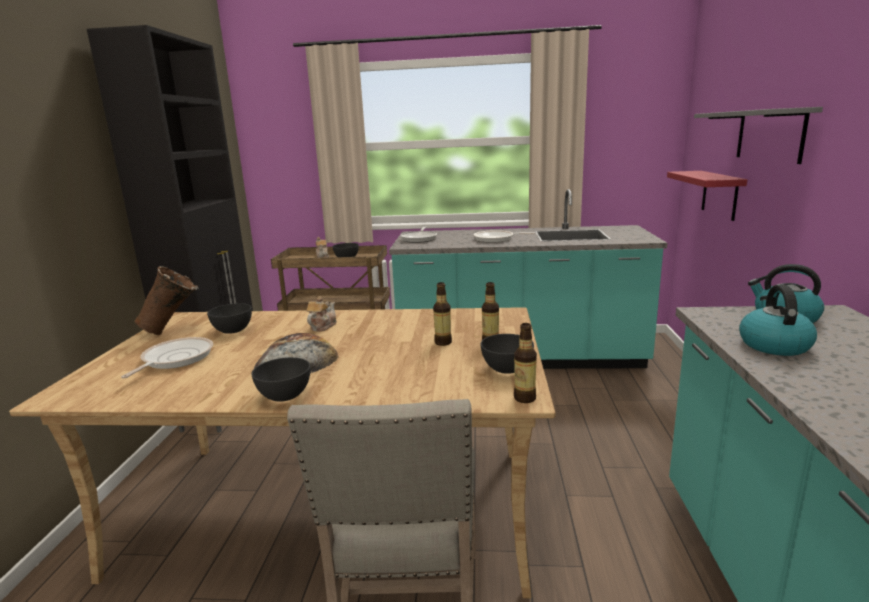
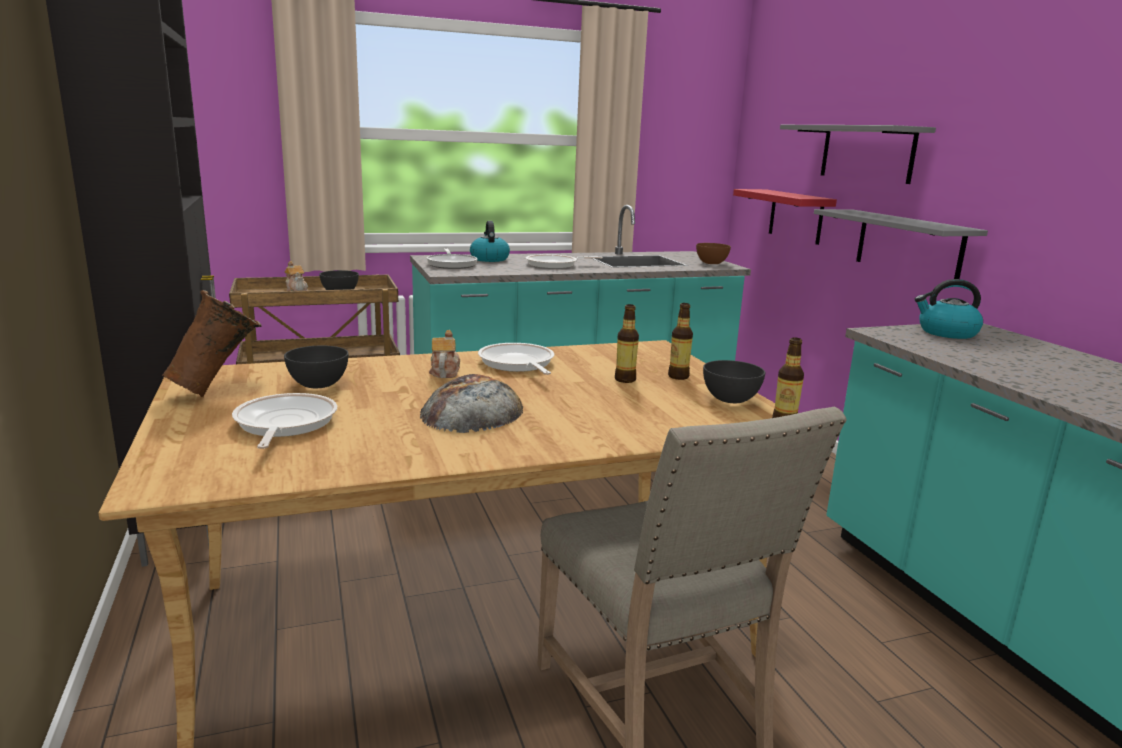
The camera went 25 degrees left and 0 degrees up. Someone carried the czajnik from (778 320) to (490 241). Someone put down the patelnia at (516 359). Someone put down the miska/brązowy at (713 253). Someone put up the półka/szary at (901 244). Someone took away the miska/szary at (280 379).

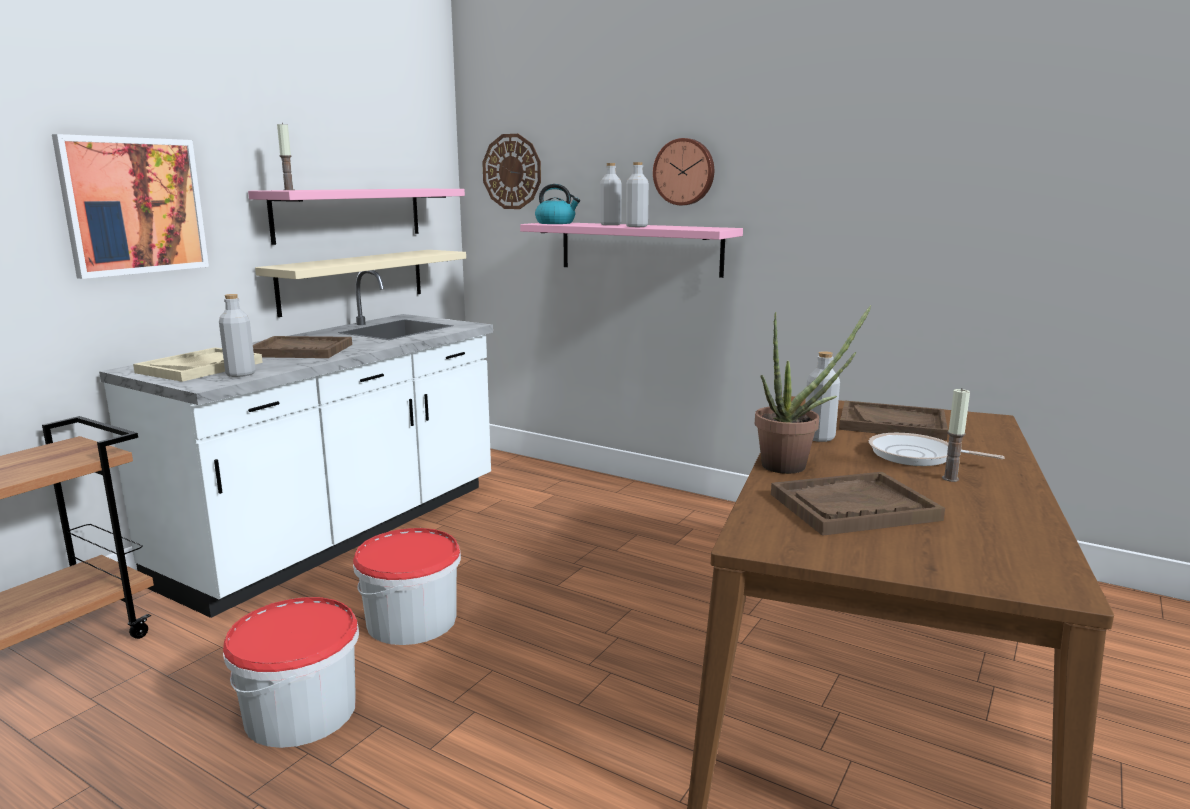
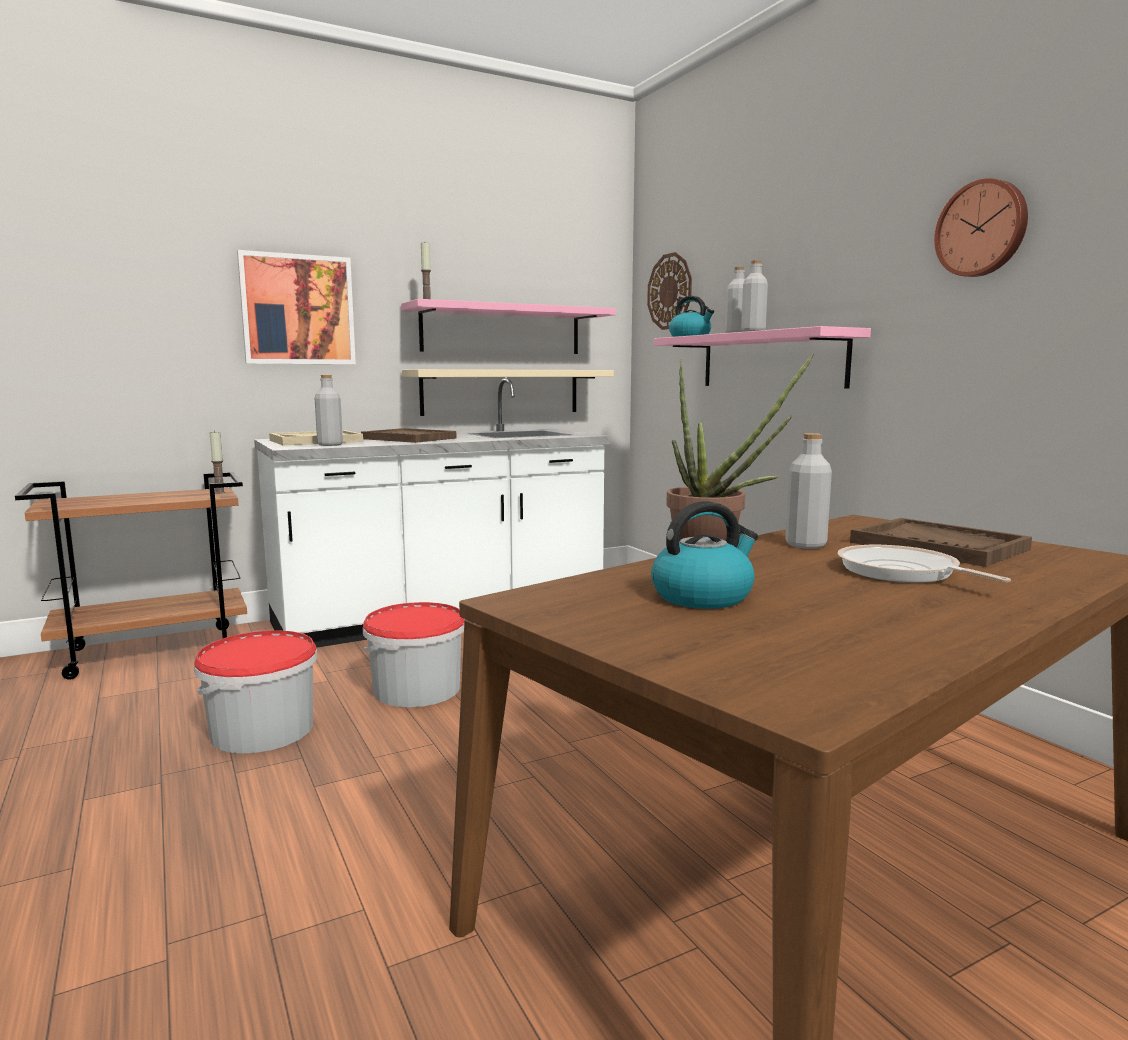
The camera went 30 degrees right and 5 degrees down. Someone carried the świeca from (956 435) to (217 462). Someone swapped the taca/brązowy at (858 504) for the czajnik at (704 555). Someone carried the zegar ścienny from (683 171) to (981 227).

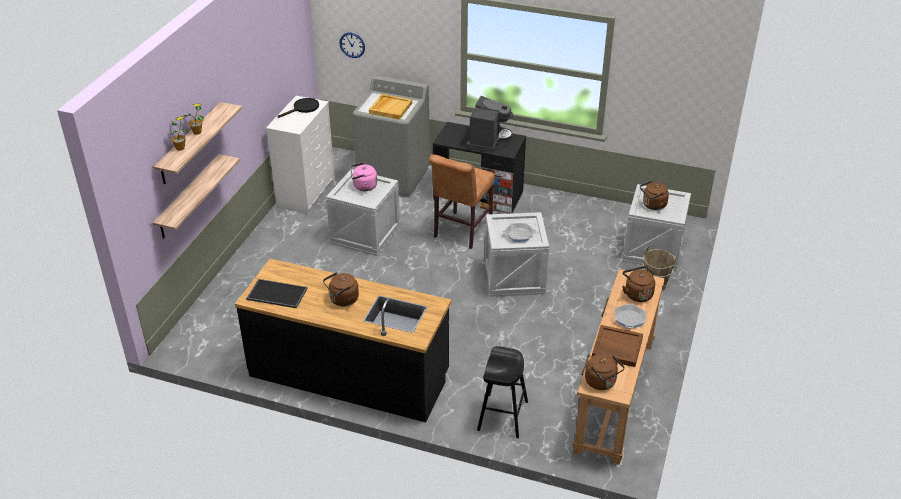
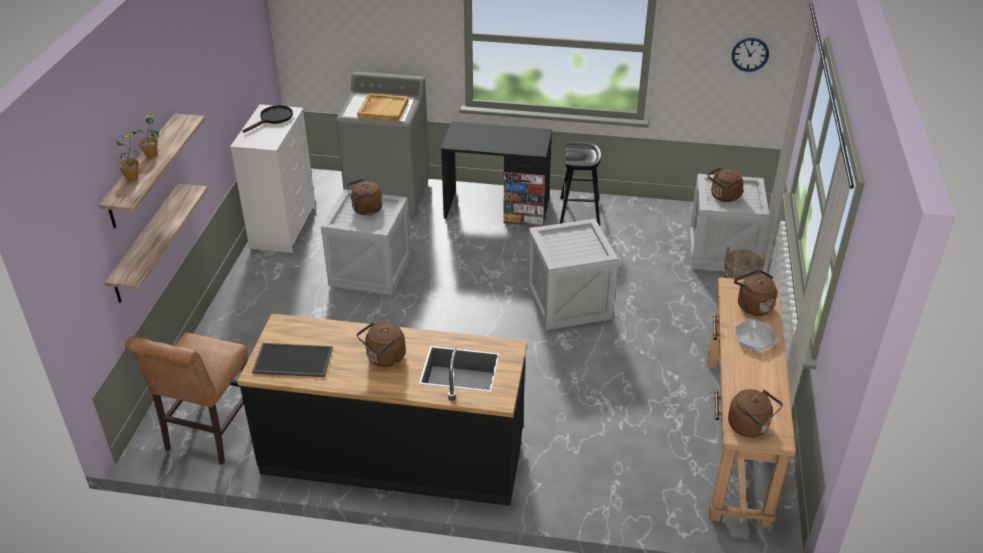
The camera went 10 degrees left and 0 degrees up. Someone carried the krzesło/brązowy from (462 201) to (186 399). Someone repainted the czajnik/różowy at (364 176), which became the czajnik/brązowy at (365 197). Someone carried the stołek/czarny from (502 392) to (580 184). Someone carried the zegar ścienny from (352 45) to (750 54). Someone took away the ekspres do kawy at (490 124). Someone took away the patelnia at (519 232). Someone took away the taca/brązowy at (617 346).

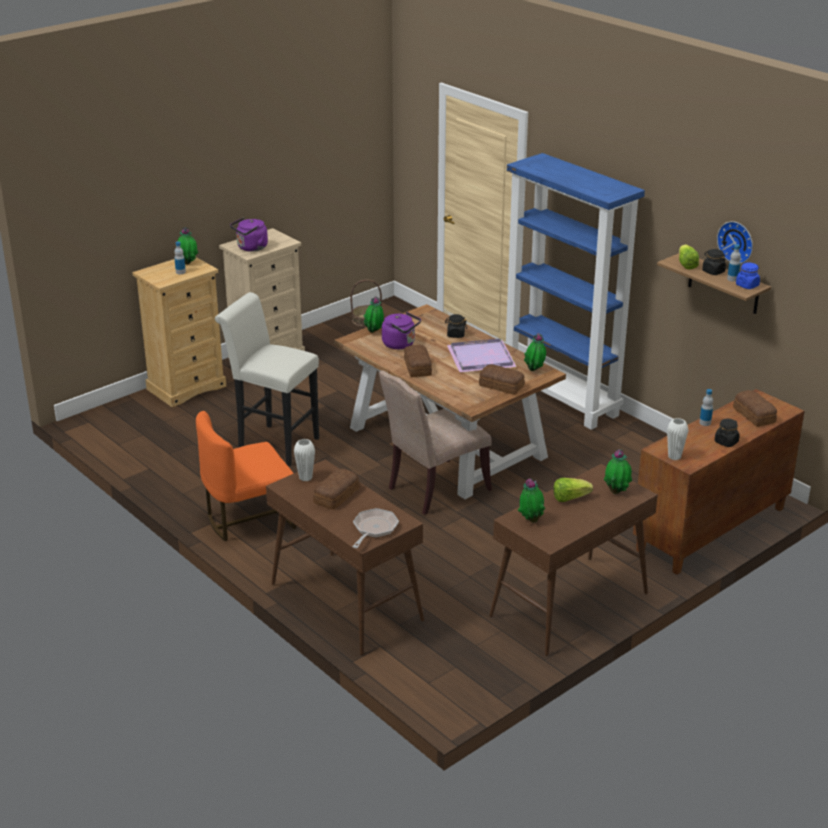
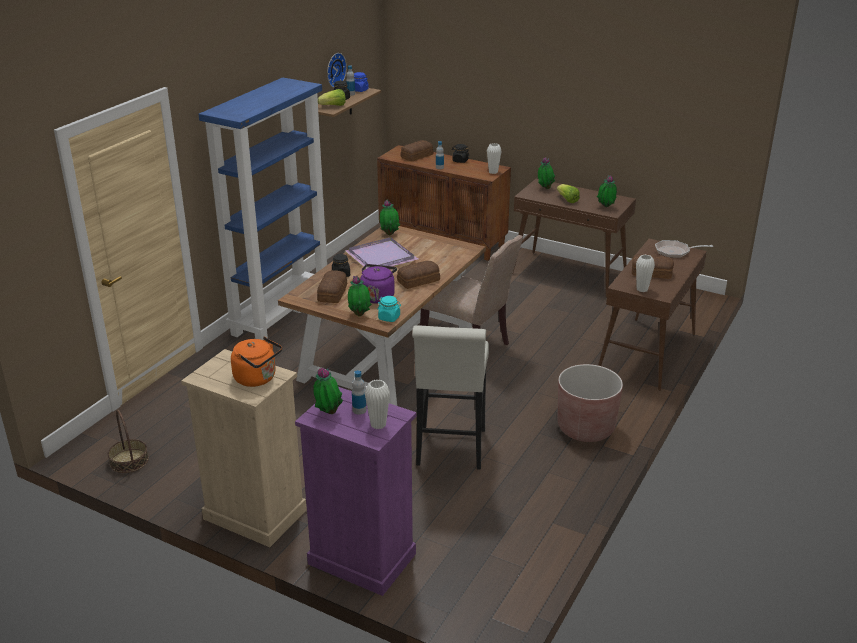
The camera went 110 degrees left and 0 degrees up. Someone repainted the czajnik/fioletowy at (249 234), which became the czajnik/pomarańczowy at (256 362). Someone repainted the komoda/beżowy at (179 332), which became the komoda/fioletowy at (355 491). Someone carried the chleb from (502 379) to (332 286). Someone put down the wazon/biały at (377 404). Someone put down the słoik/turkusowy at (389 309). Someone swapped the krzesło/pomarańczowy at (246 476) for the donica/brązowy at (590 403).

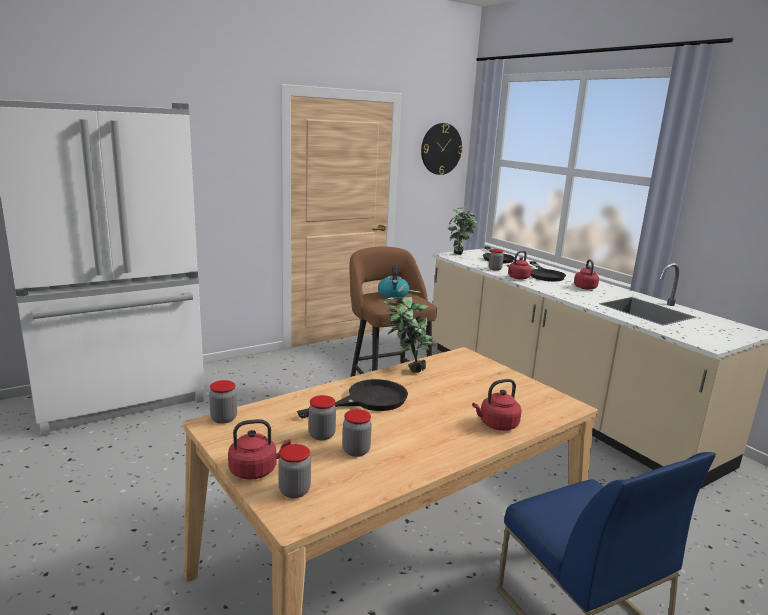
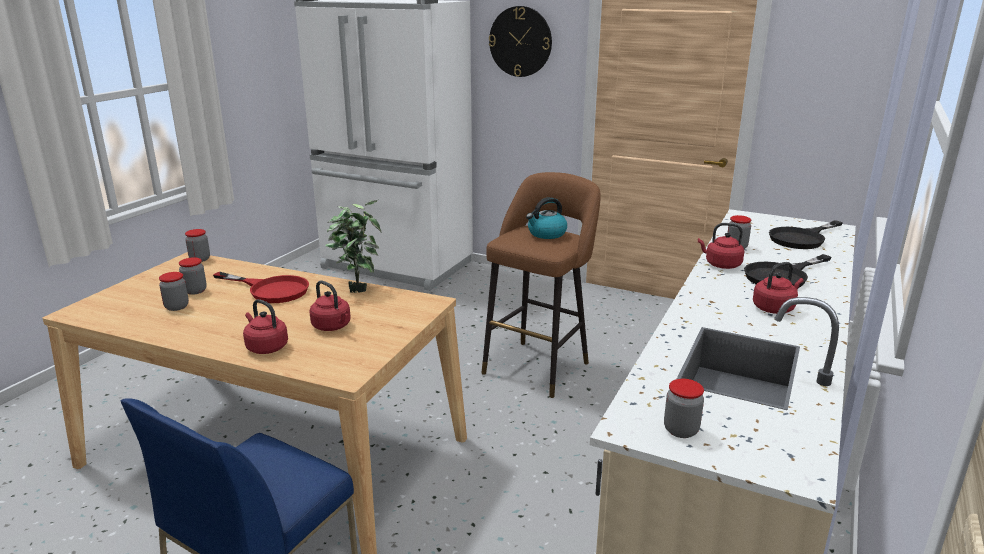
The camera went 60 degrees right and 5 degrees up. Someone repainted the patelnia/czarny at (352 399), which became the patelnia/czerwony at (261 287). Someone carried the czajnik/czerwony from (259 449) to (330 306). Someone carried the zegar ścienny from (442 149) to (520 41). Someone carried the słoik from (294 471) to (684 408). Someone took away the roślina doniczkowa at (462 231).

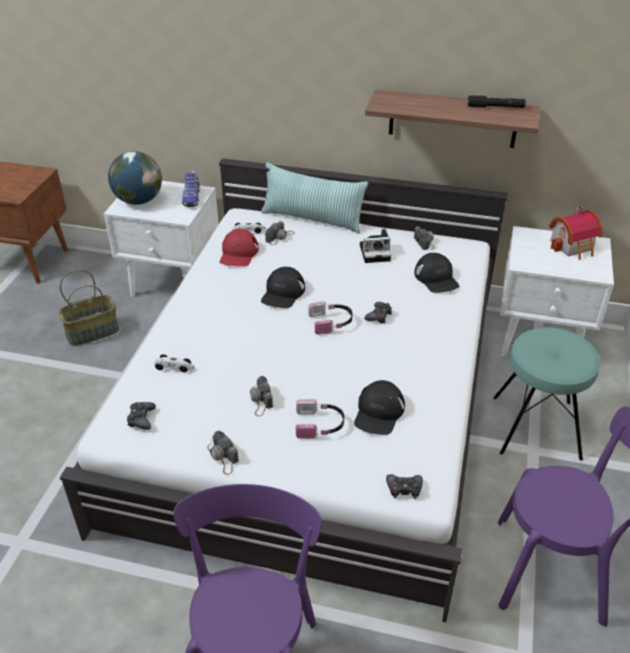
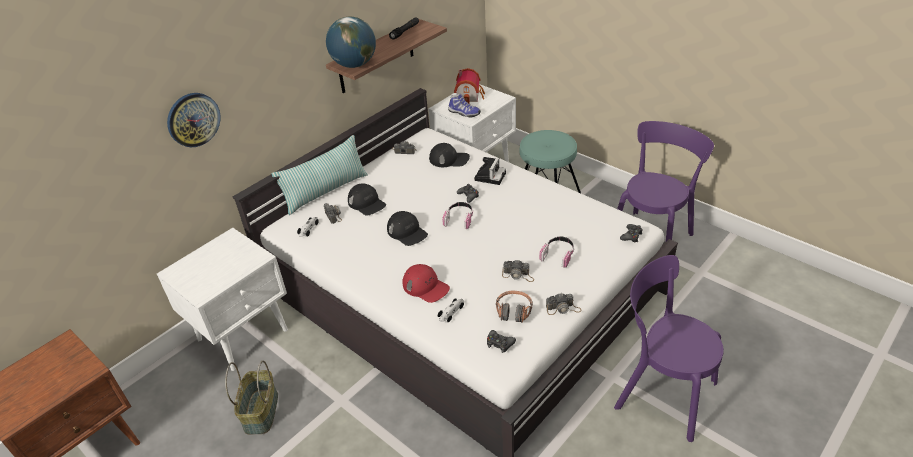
The camera went 60 degrees left and 0 degrees up. Someone put up the zegar ścienny at (193 120). Someone carried the globus from (135 178) to (351 42). Someone carried the czapka z daszkiem/czarny from (379 407) to (367 199). Someone carried the czapka z daszkiem/czerwony from (239 247) to (426 283). Someone carried the but from (191 188) to (464 106). Someone carried the aparat fotograficzny from (375 246) to (490 171). Someone put down the słuchawki at (514 307).

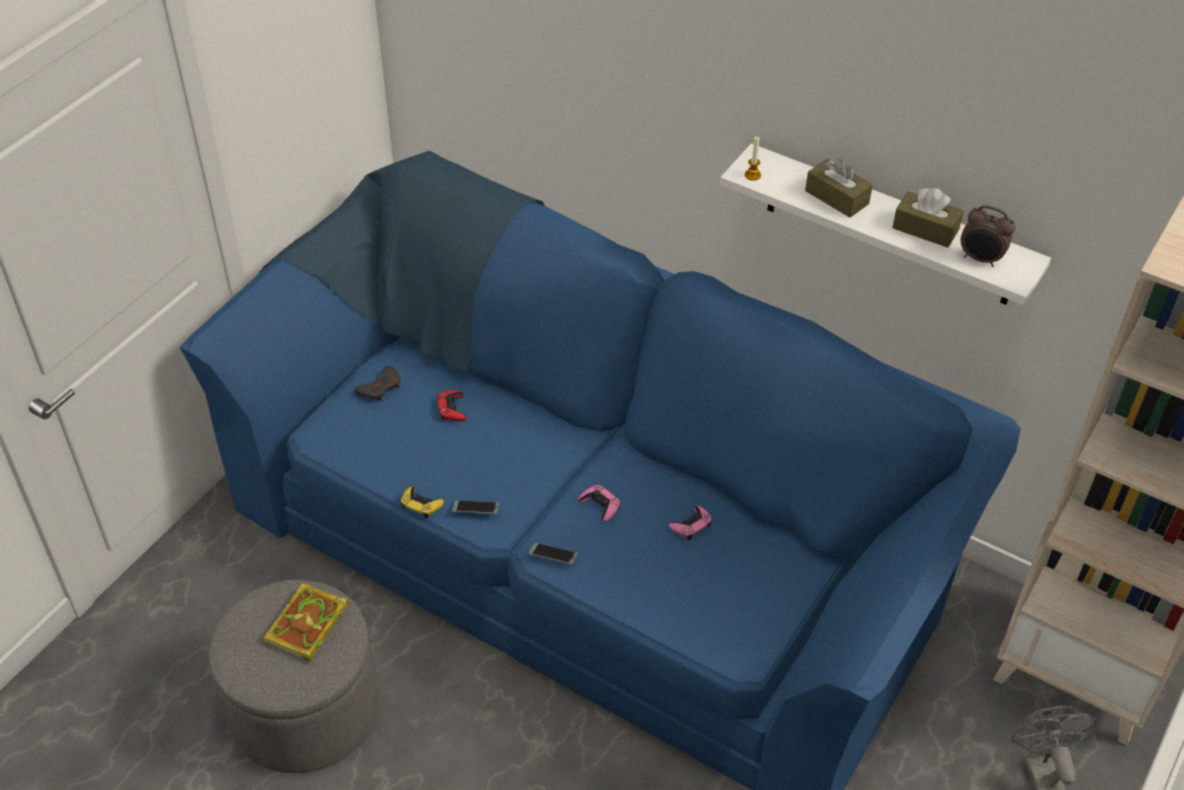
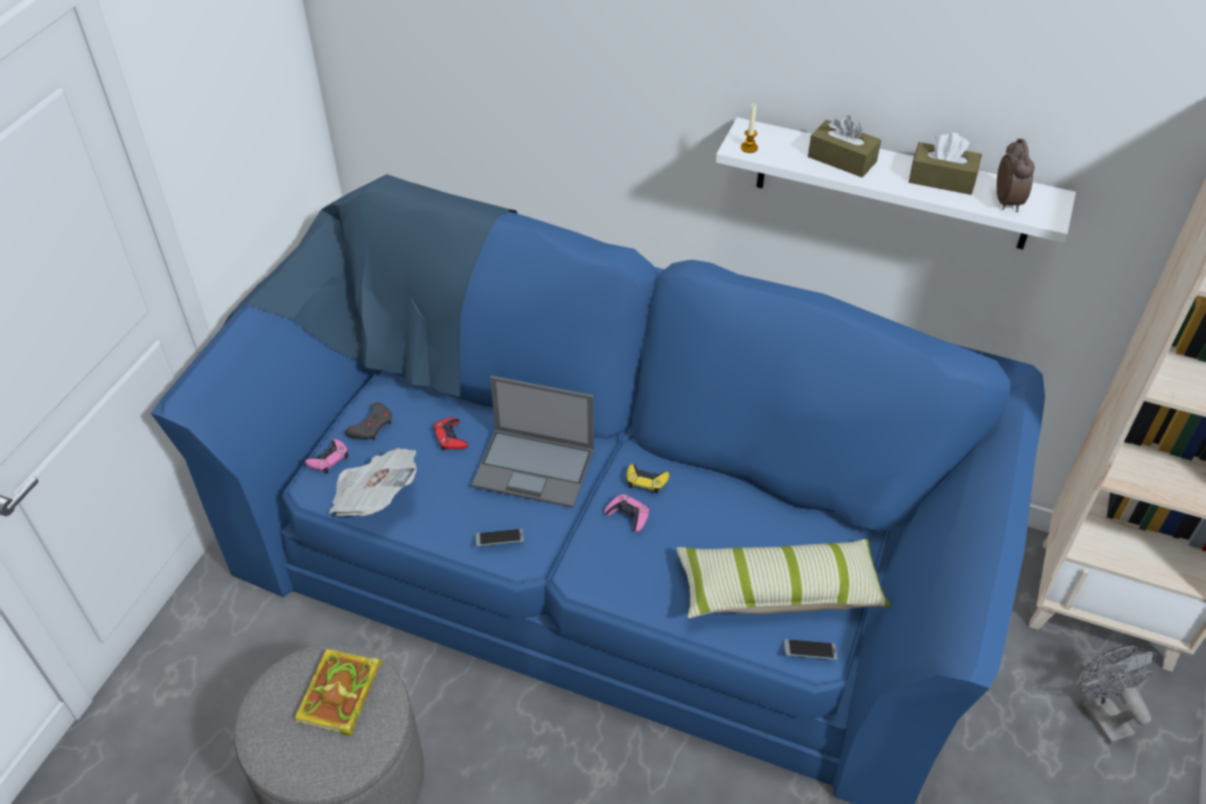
The camera went 10 degrees left and 0 degrees up. Someone carried the pad do gier/różowy from (690 523) to (326 456). Someone put down the gazeta at (373 482). Someone put down the laptop at (533 442). Someone carried the pad do gier/żółty from (422 503) to (648 479). Someone put down the poduszka at (783 578). Someone carried the telefon from (553 553) to (810 649). Someone rotated the budzik at (988 236) by 105 degrees counterclockwise.

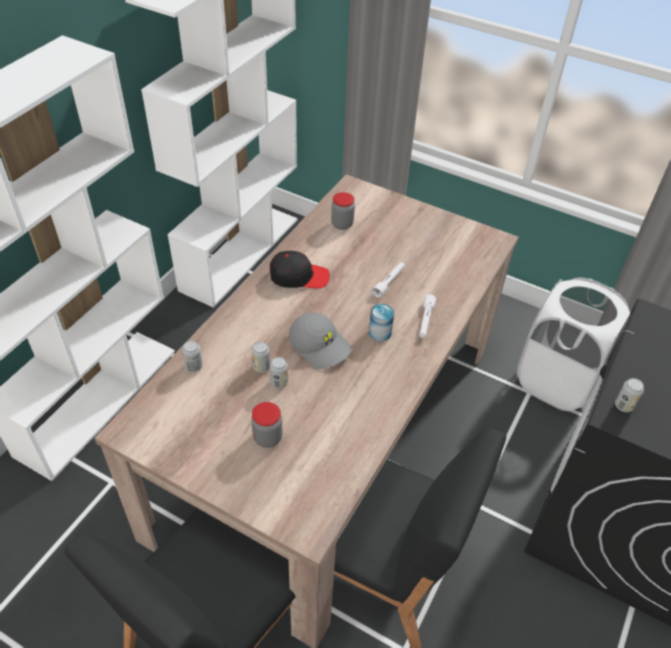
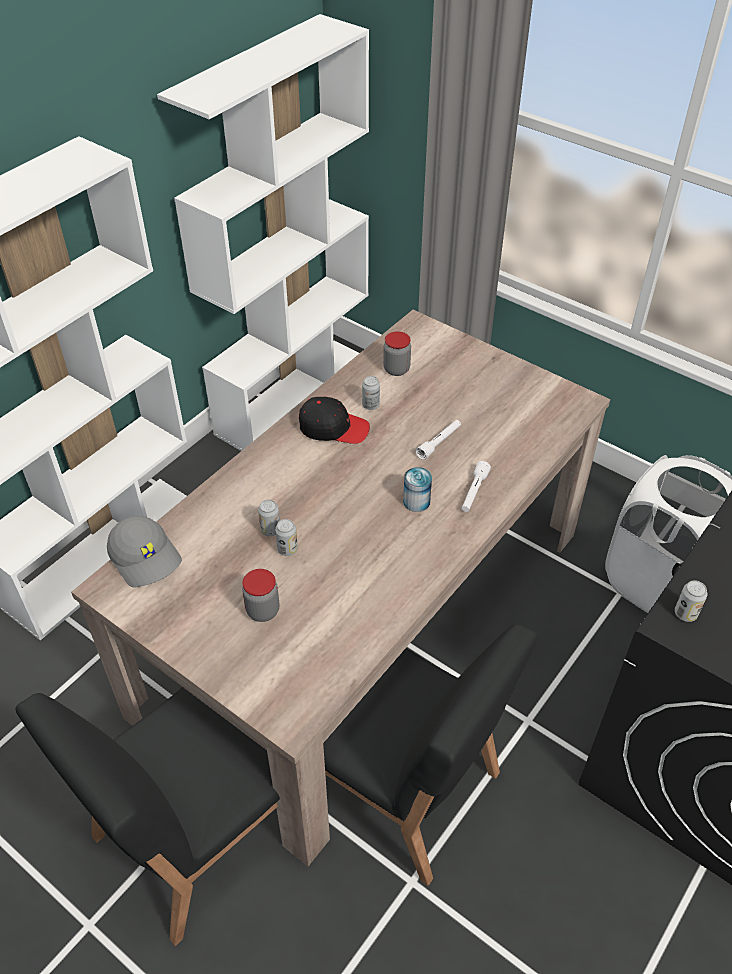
The camera went 10 degrees right and 0 degrees up. Someone carried the czapka z daszkiem/szary from (320 341) to (144 552). Someone carried the puszka from (192 356) to (371 393).

